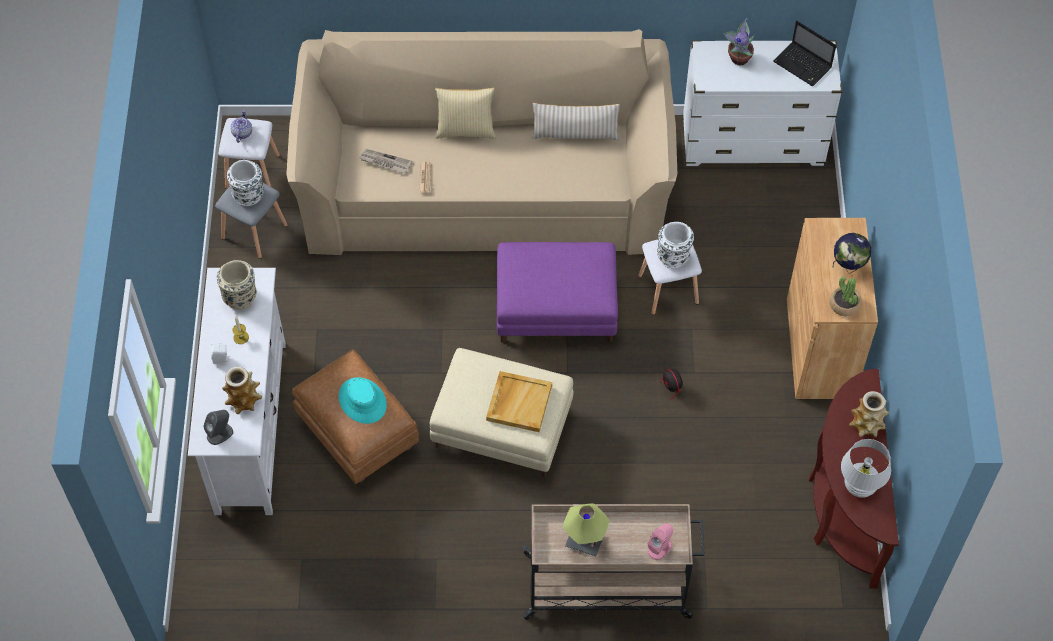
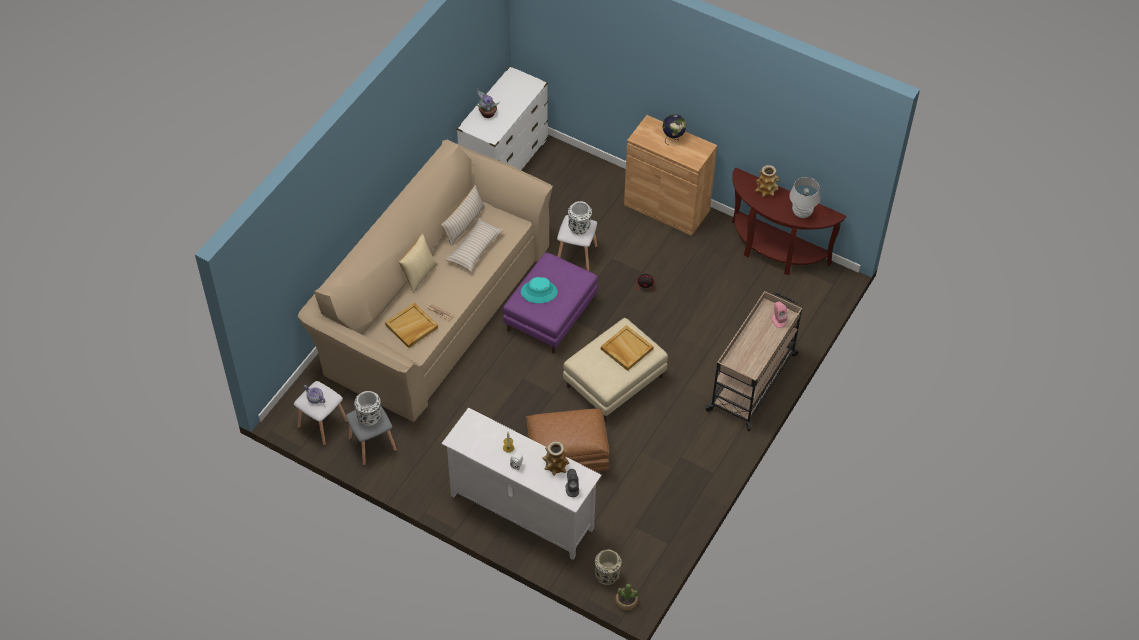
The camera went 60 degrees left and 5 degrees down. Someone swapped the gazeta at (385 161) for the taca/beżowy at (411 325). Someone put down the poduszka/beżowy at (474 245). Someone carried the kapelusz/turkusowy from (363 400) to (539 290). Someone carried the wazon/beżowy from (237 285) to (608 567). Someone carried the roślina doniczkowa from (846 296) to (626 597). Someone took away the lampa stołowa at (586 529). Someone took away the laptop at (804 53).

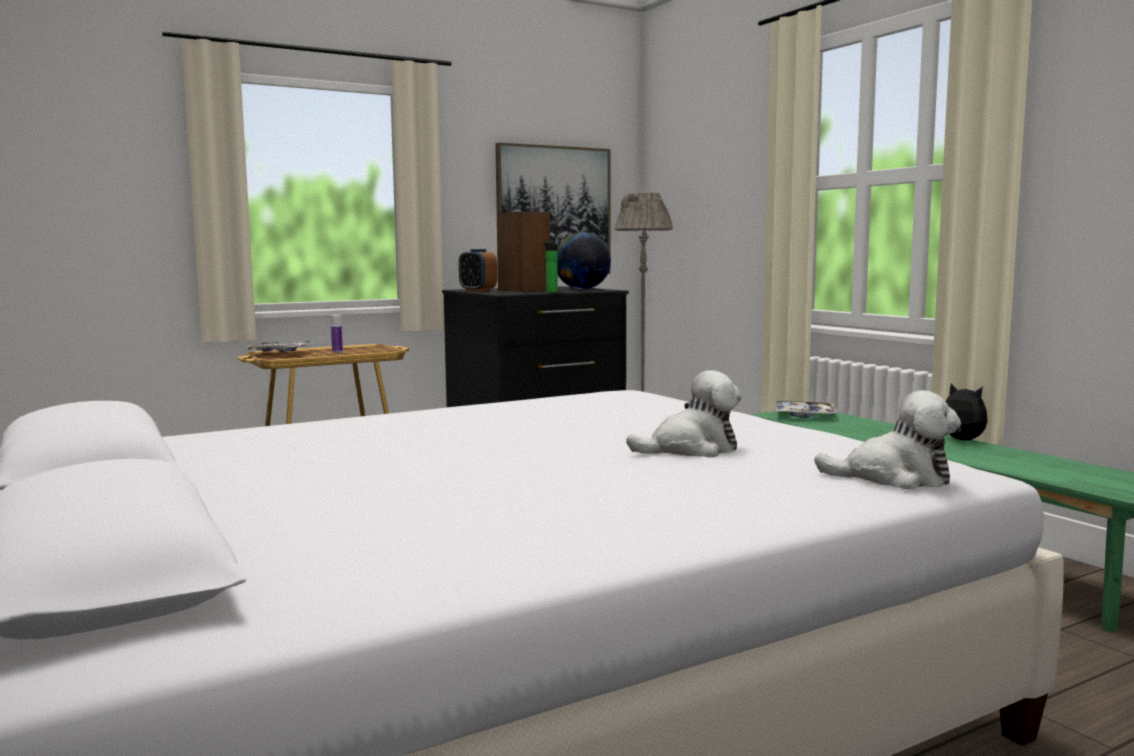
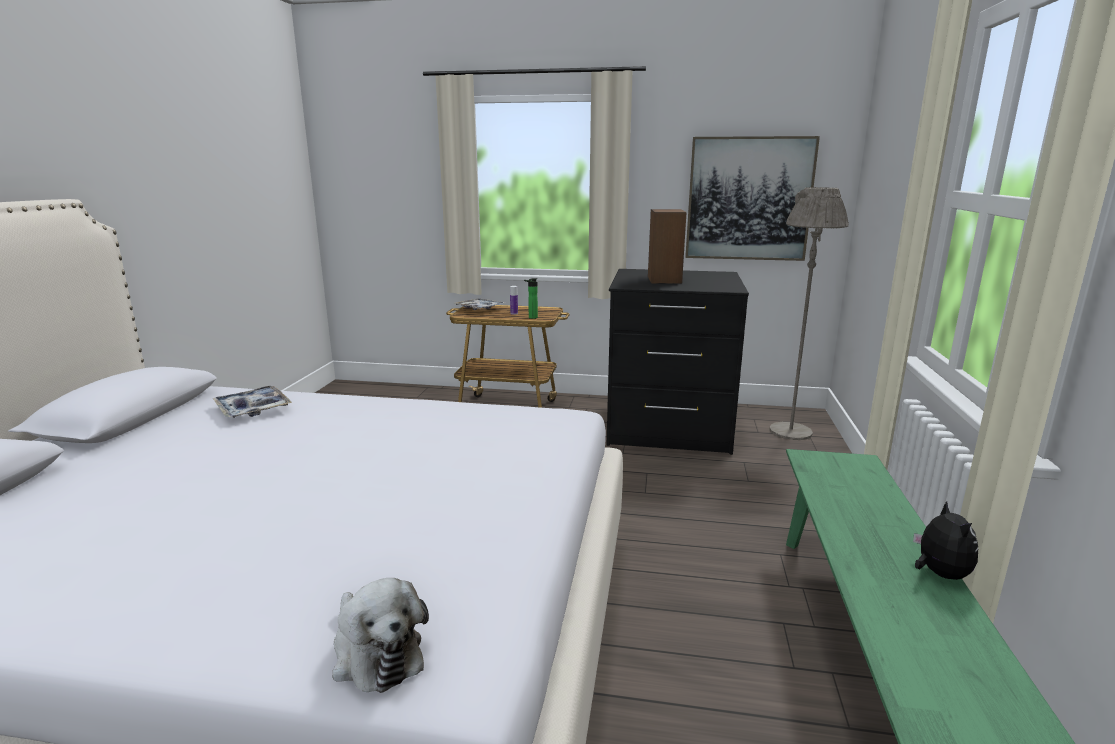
The camera went 40 degrees right and 10 degrees up. Someone carried the taca from (806 409) to (252 402). Someone carried the butelka from (551 267) to (531 298). Someone took away the budzik at (478 270). Someone took away the globus at (584 260). Someone took away the pluszak at (684 414).

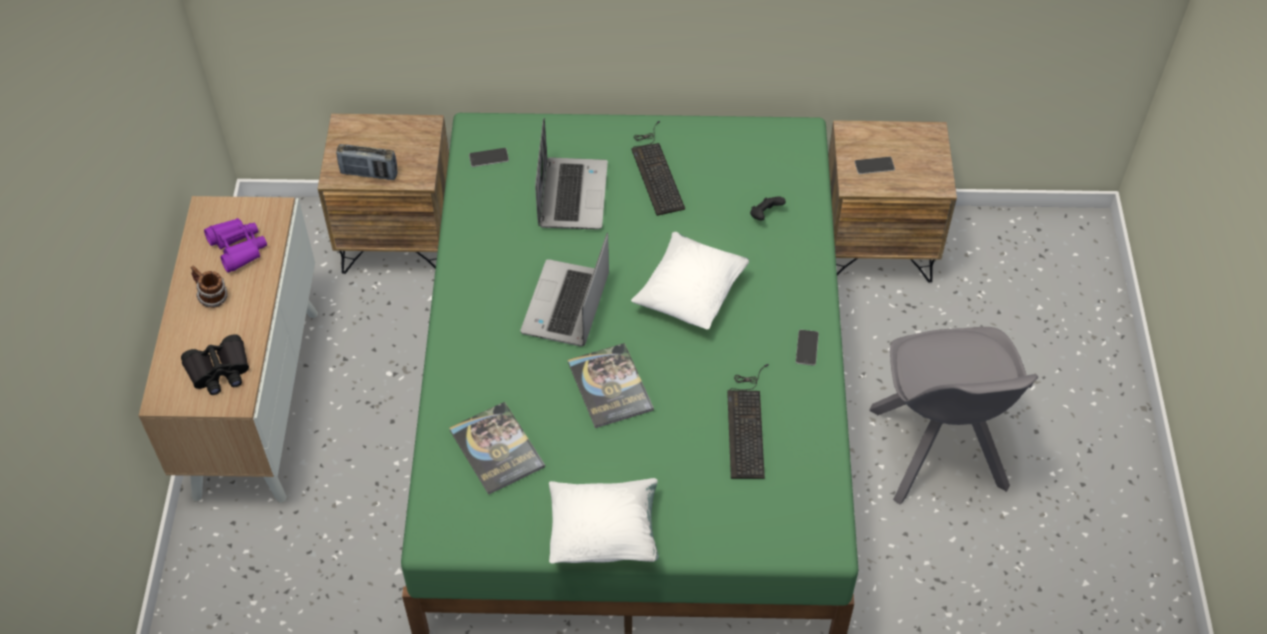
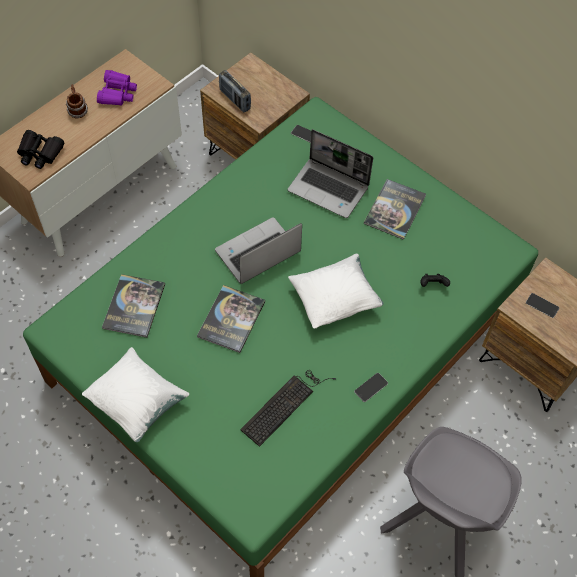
The camera went 40 degrees right and 5 degrees up. Someone rotated the laptop at (571 173) by 75 degrees clockwise. Someone swapped the klawiatura at (658 168) for the książka at (395 209).

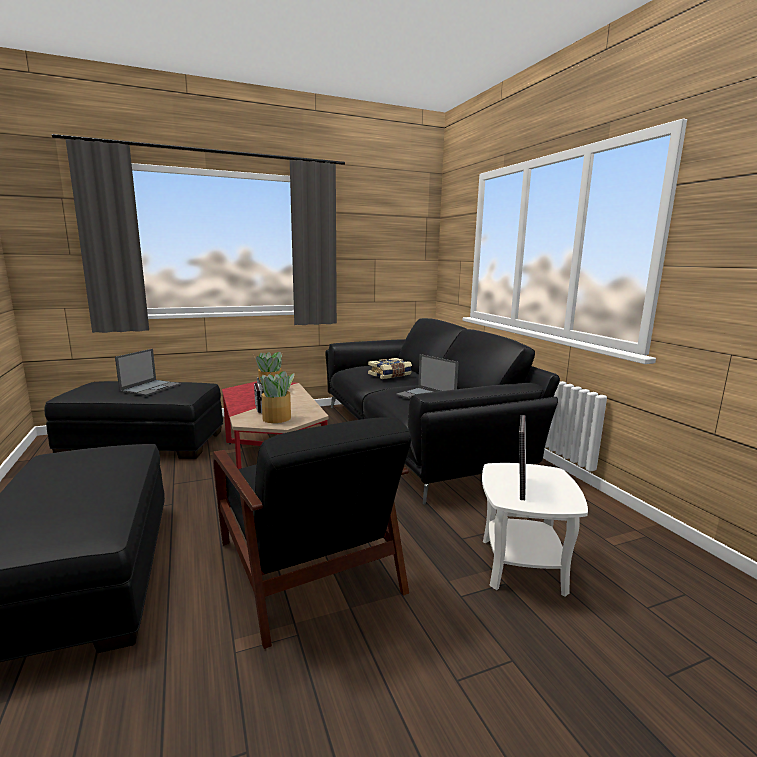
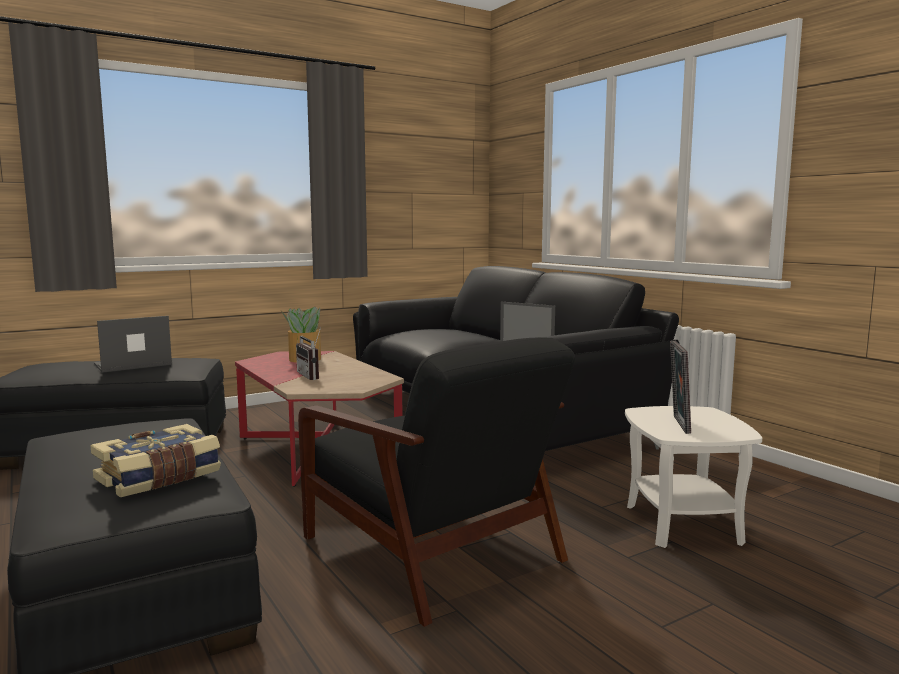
The camera went 10 degrees left and 5 degrees down. Someone carried the książka from (390 368) to (156 460). Someone rotated the laptop at (148 372) by 135 degrees counterclockwise. Someone took away the roślina doniczkowa at (277 397).

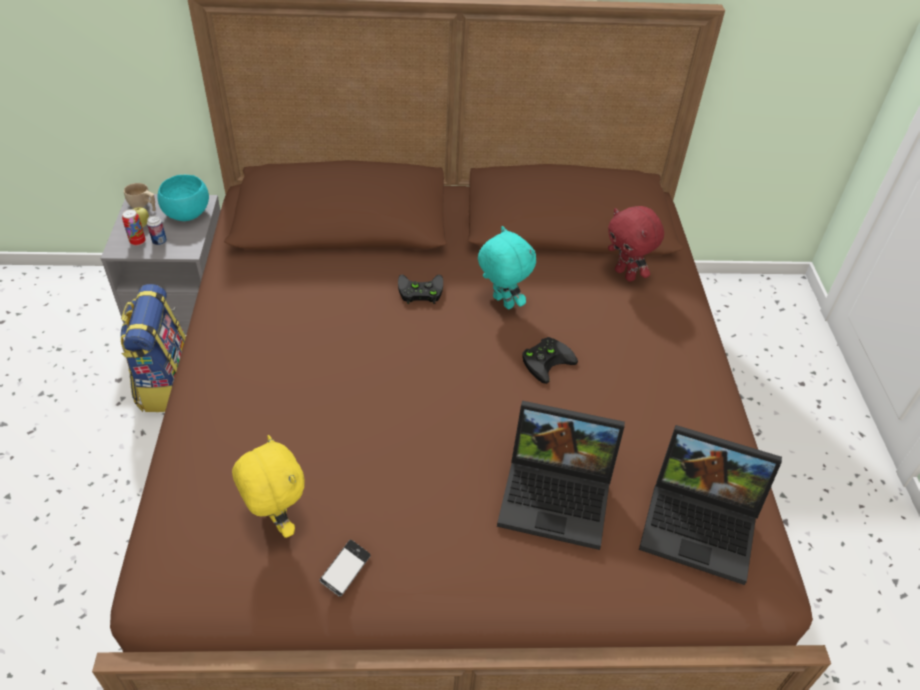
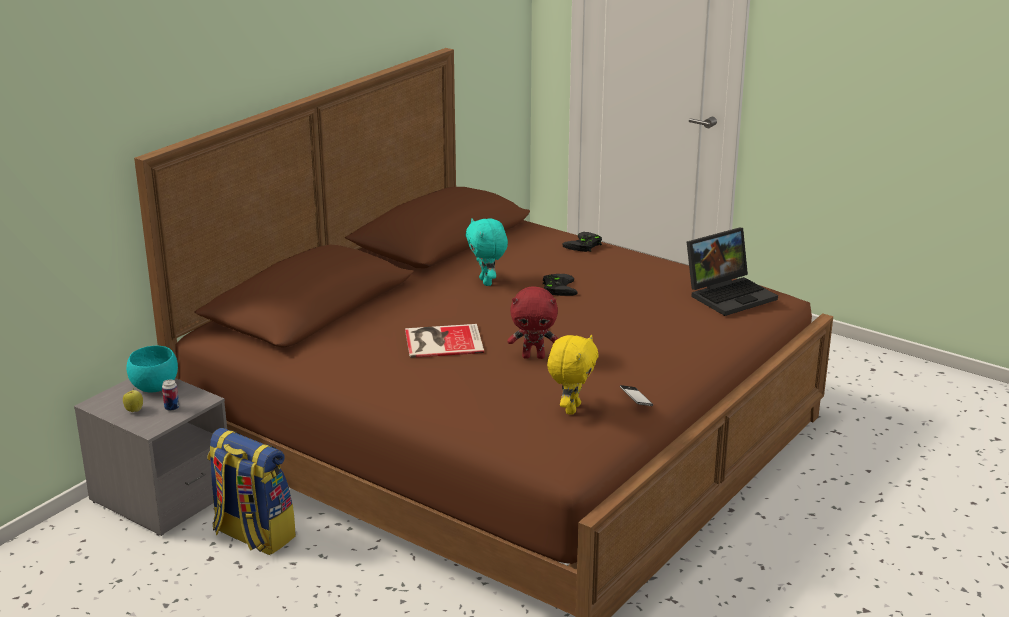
The camera went 50 degrees left and 20 degrees down. Someone put down the książka at (444 341). Someone rotated the pluszak/turkusowy at (507 267) by 105 degrees counterclockwise. Someone carried the pluszak/czerwony from (636 244) to (533 322). Someone rotated the pluszak/żółty at (268 486) by 105 degrees clockwise. Someone carried the pad do gier/czarny from (420 289) to (582 242). Someone took away the puszka at (133 227). Someone took away the filiżanka/beżowy at (139 197). Someone took away the laptop at (561 475).

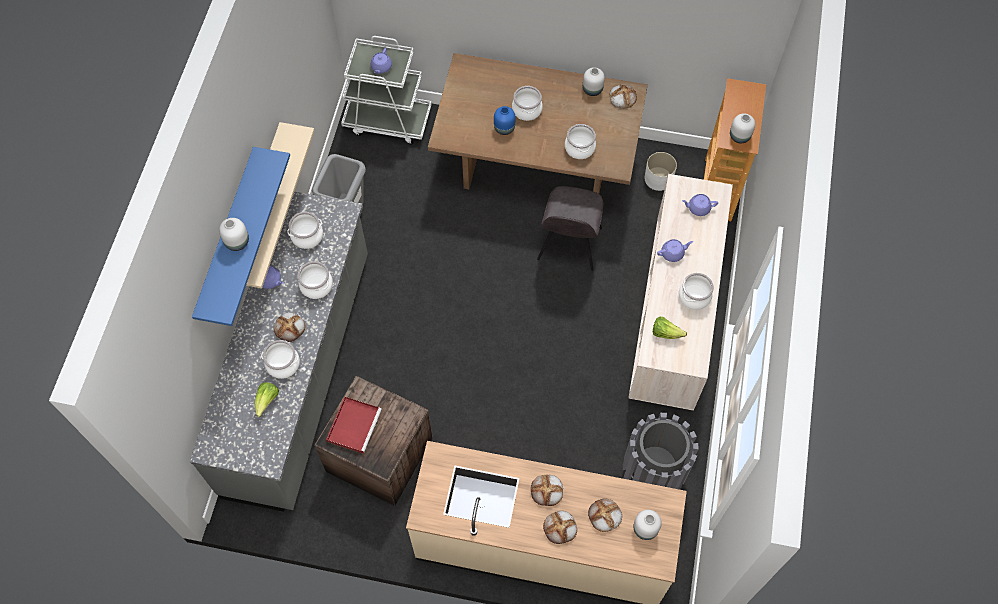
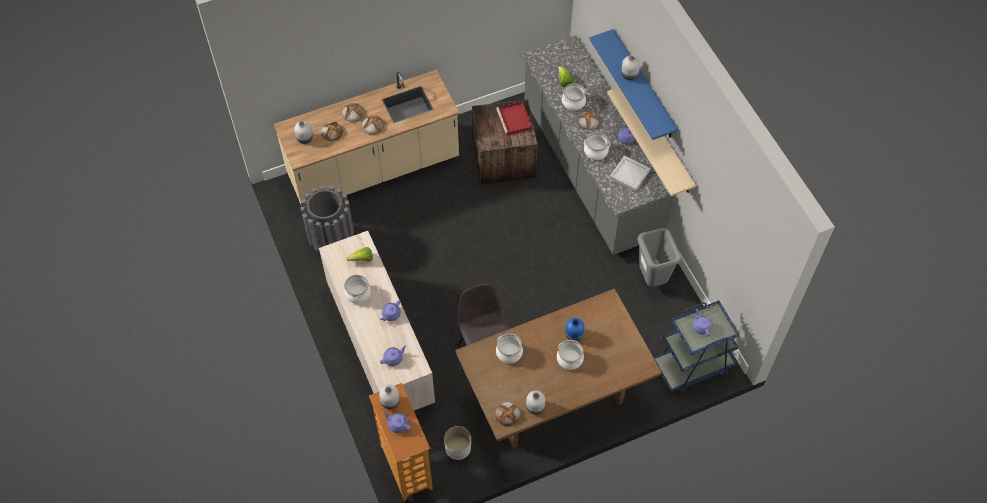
The camera went 145 degrees right and 5 degrees down. Someone put down the imbryk/fioletowy at (397 422). Someone swapped the garnek at (305 230) for the taca/biały at (630 173). Someone repainted the wózek/biały at (386 90), which became the wózek/niebieski at (696 347).

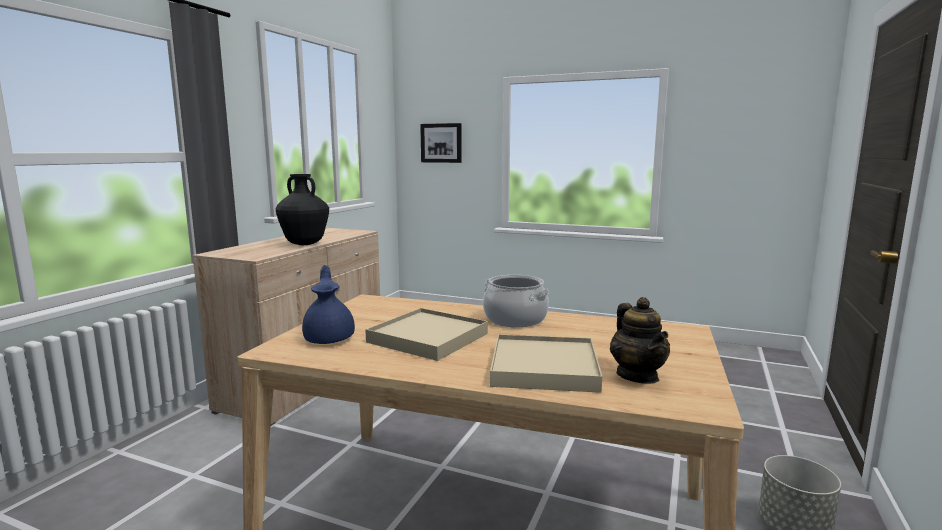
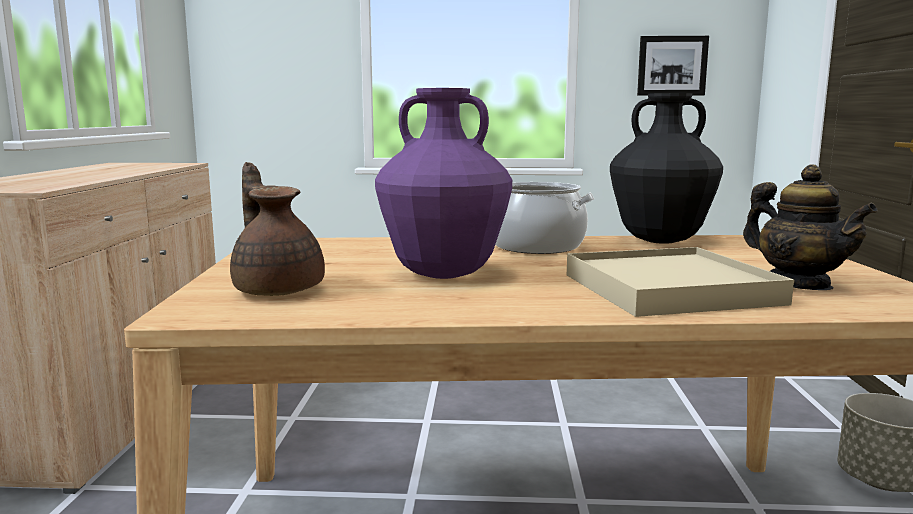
The camera went 20 degrees left and 0 degrees up. Someone repainted the imbryk/niebieski at (328 304), which became the imbryk/brązowy at (277 229). Someone swapped the taca/beżowy at (426 334) for the wazon/fioletowy at (443 183). Someone carried the wazon/czarny from (302 209) to (666 168). Someone carried the obraz from (441 143) to (673 66).

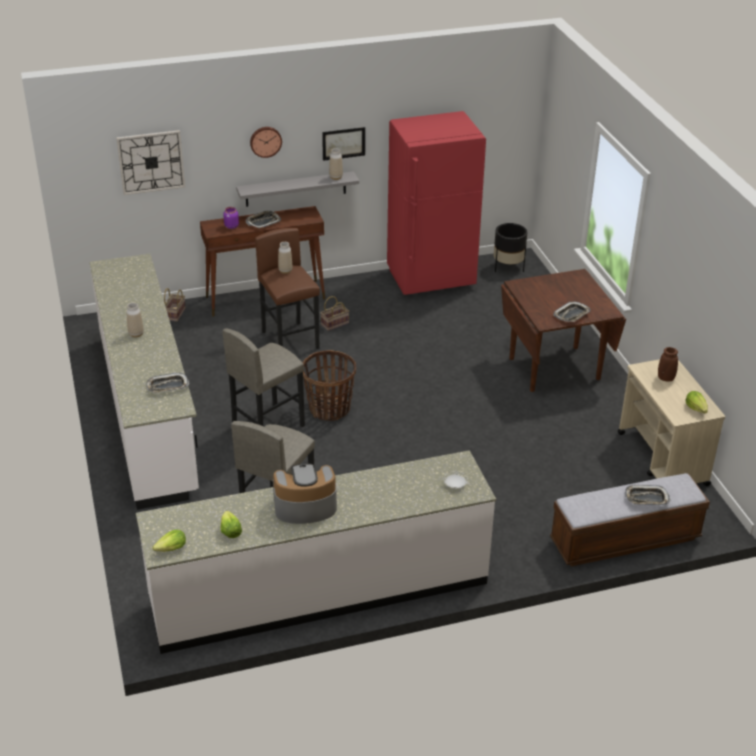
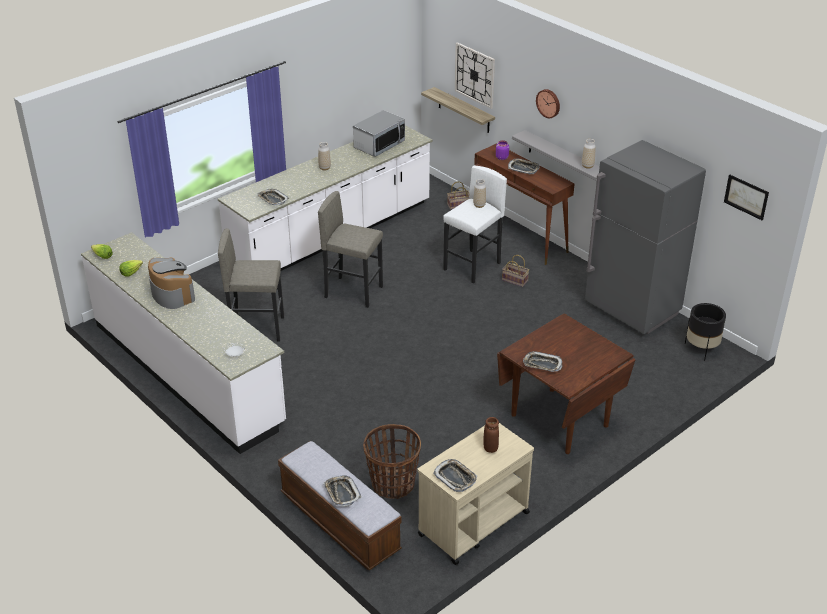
The camera went 65 degrees right and 0 degrees up. Someone put down the mikrofalówka at (379 133). Someone carried the koszyk from (329 385) to (392 461). Someone put up the półka at (458 110). Someone swapped the sałata at (697 402) for the taca at (455 475). Someone repainted the stołek/brązowy at (287 288), which became the stołek/biały at (475 225). Someone repainted the lodówka/czerwony at (436 203), which became the lodówka/szary at (645 237). Someone carried the obraz from (343 144) to (746 197).

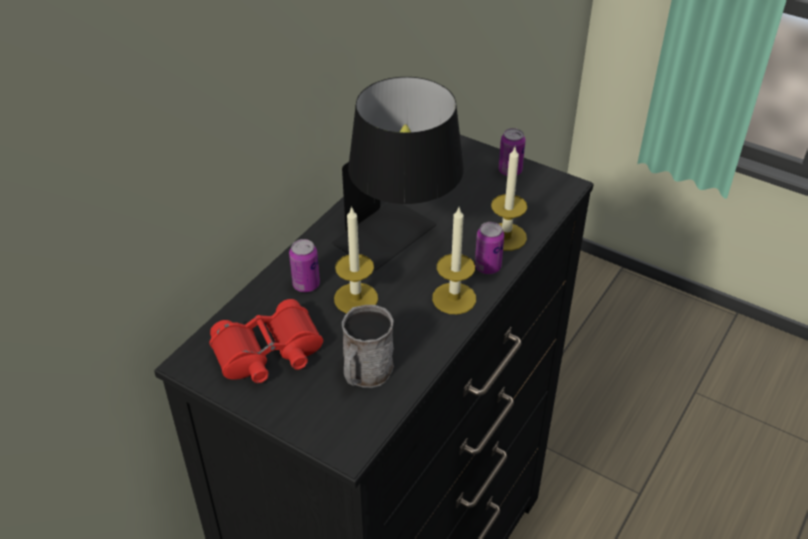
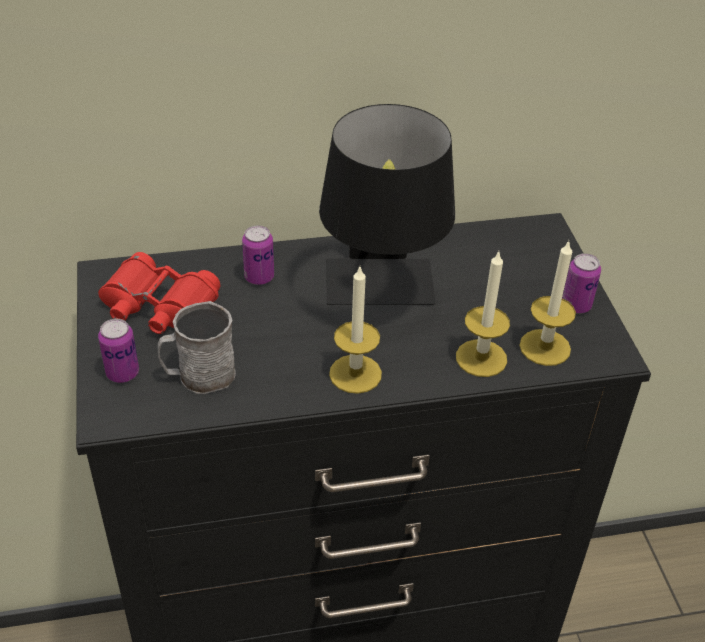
The camera went 45 degrees right and 0 degrees up. Someone carried the puszka from (489 248) to (118 351). Someone carried the świeca from (356 259) to (547 303).

